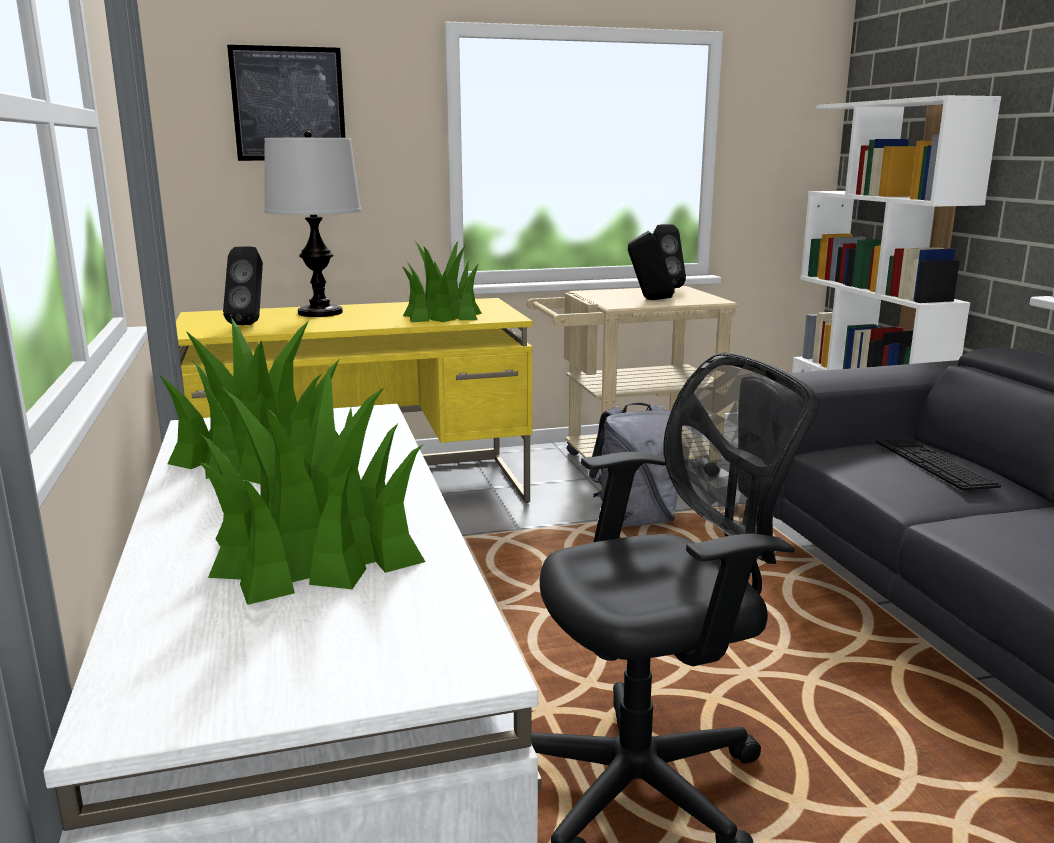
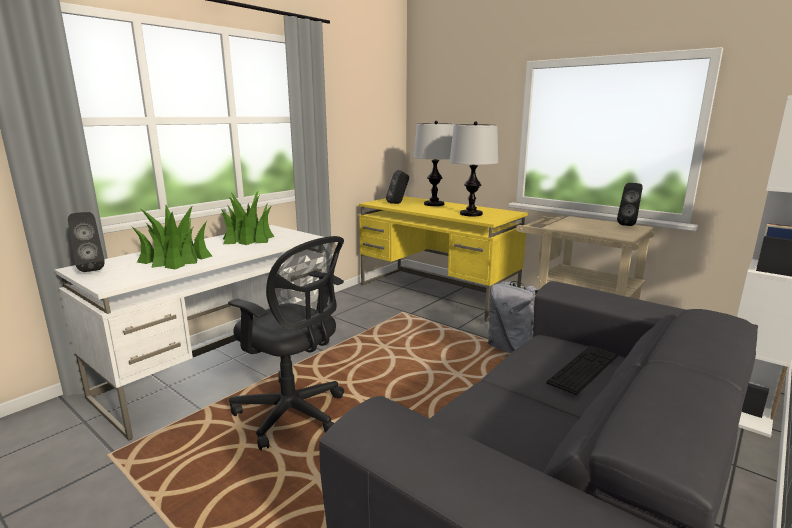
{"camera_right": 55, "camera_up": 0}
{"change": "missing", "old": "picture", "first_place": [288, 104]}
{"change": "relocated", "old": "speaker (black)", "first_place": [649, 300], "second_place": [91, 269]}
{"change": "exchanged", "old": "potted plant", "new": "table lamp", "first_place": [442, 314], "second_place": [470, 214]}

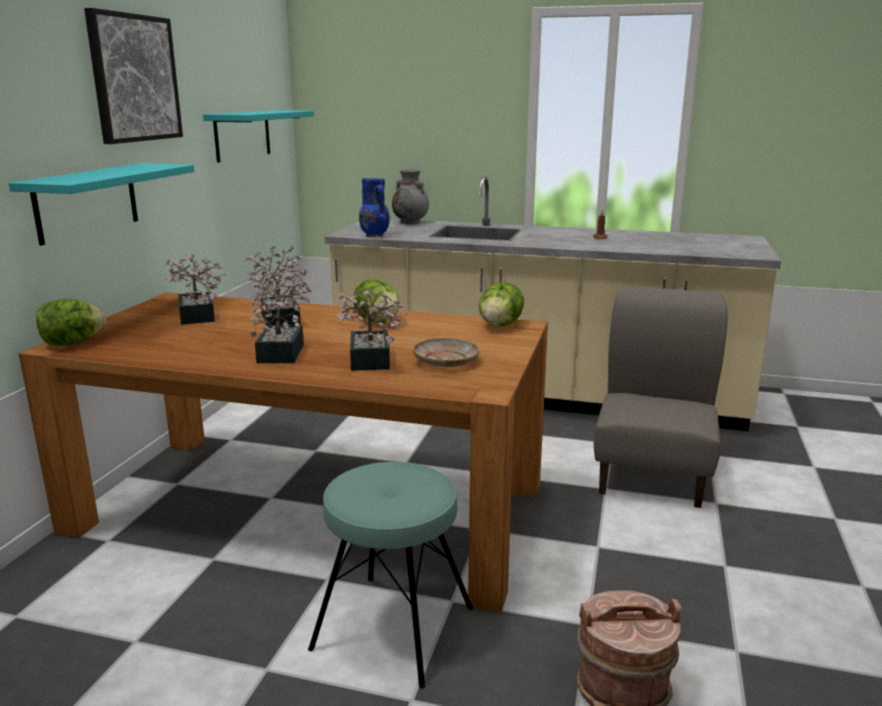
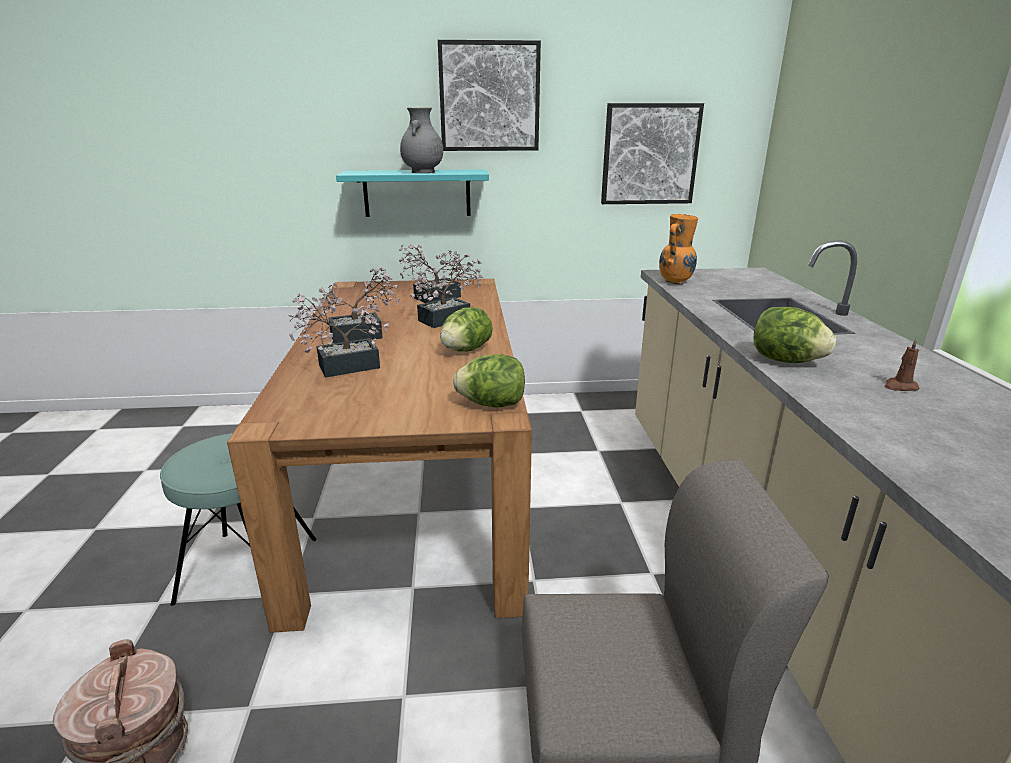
{"camera_right": 70, "camera_up": 5}
{"change": "missing", "old": "plate (beige)", "first_place": [446, 361]}
{"change": "relocated", "old": "lettuce", "first_place": [72, 343], "second_place": [785, 361]}
{"change": "relocated", "old": "vase (grey)", "first_place": [411, 222], "second_place": [423, 172]}
{"change": "exchanged", "old": "shelf (turquoise)", "new": "picture", "first_place": [242, 135], "second_place": [649, 154]}
{"change": "colour", "old": "vase (blue)", "new": "vase (orange)", "first_place": [374, 235], "second_place": [675, 282]}

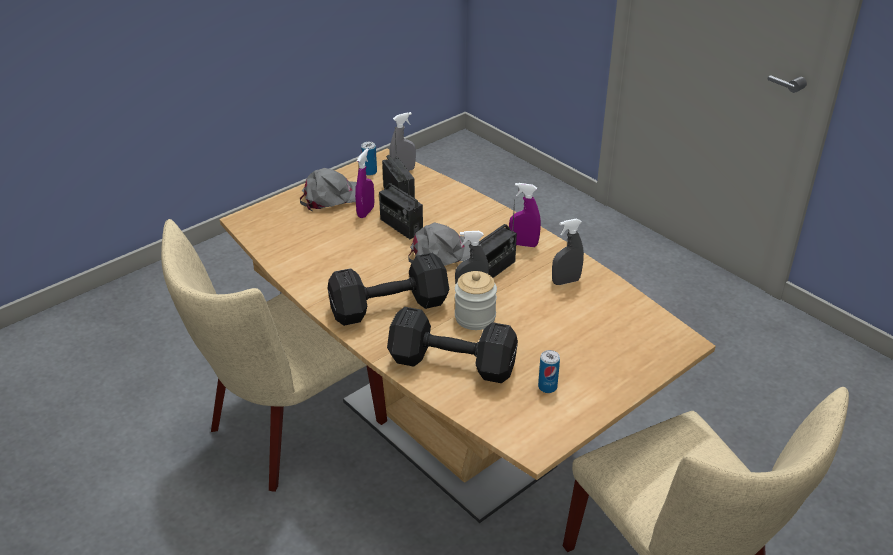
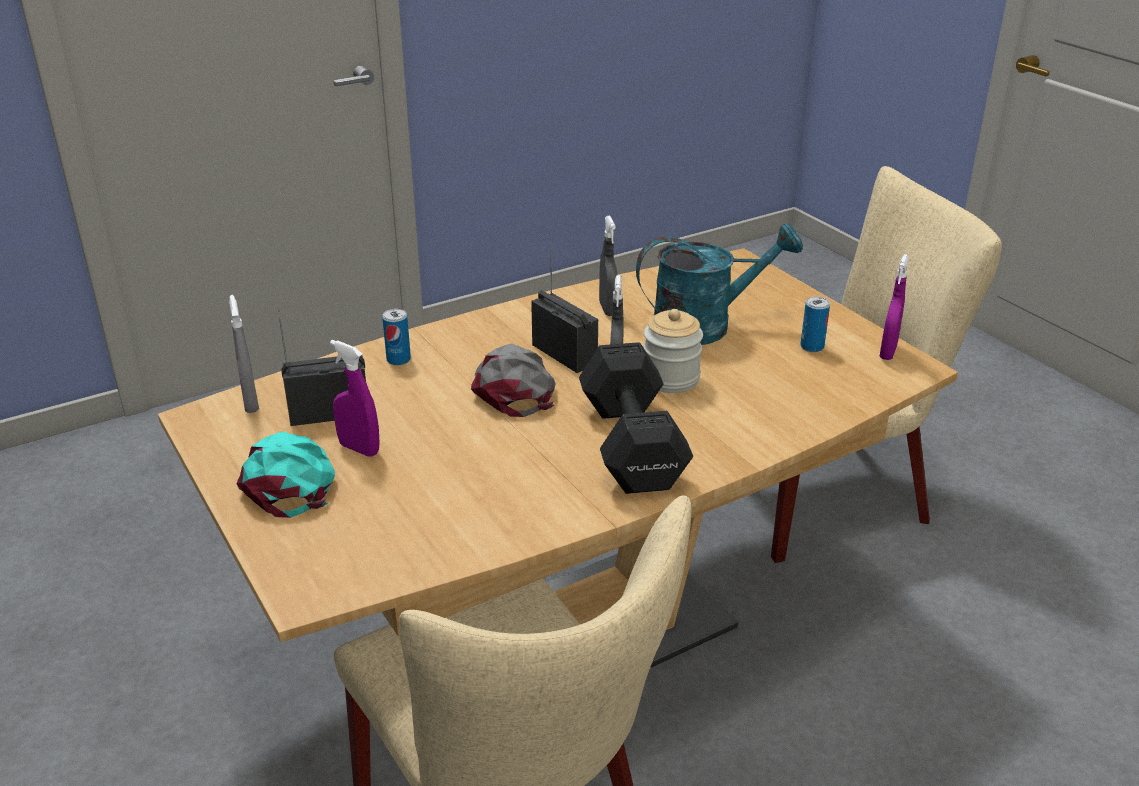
{"camera_right": -80, "camera_up": -5}
{"change": "missing", "old": "radio", "first_place": [401, 226]}
{"change": "missing", "old": "dumbbell (black)", "first_place": [455, 365]}
{"change": "appeared", "new": "watering can (turquoise)", "second_place": [705, 325]}
{"change": "relocated", "old": "can", "first_place": [369, 172], "second_place": [398, 360]}
{"change": "relocated", "old": "spray bottle (purple)", "first_place": [523, 244], "second_place": [888, 352]}
{"change": "colour", "old": "cap (grey)", "new": "cap (turquoise)", "first_place": [333, 197], "second_place": [289, 480]}

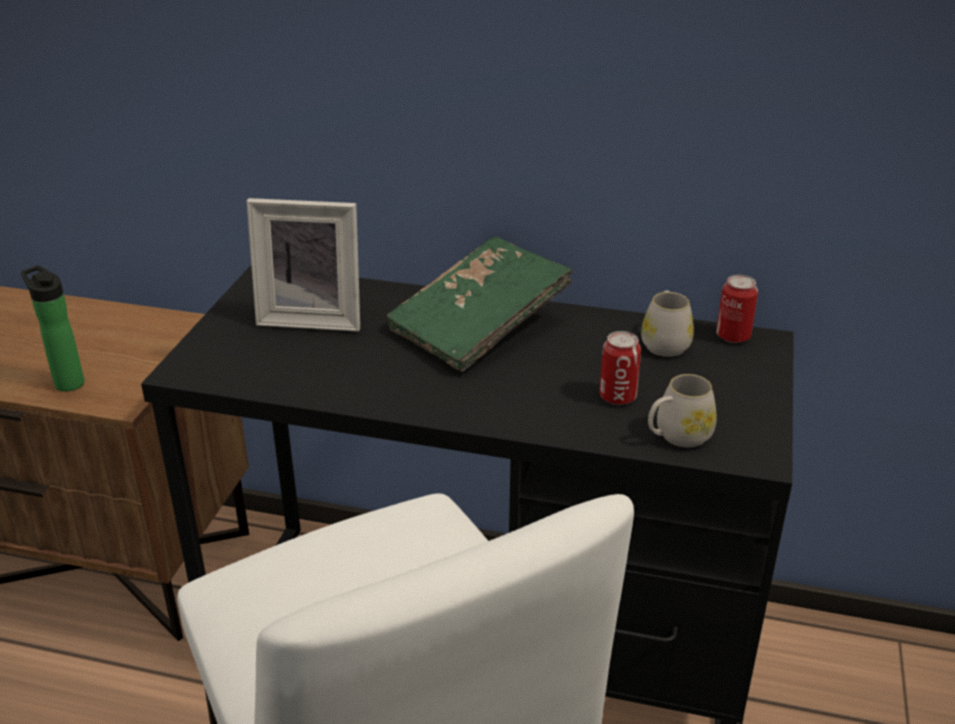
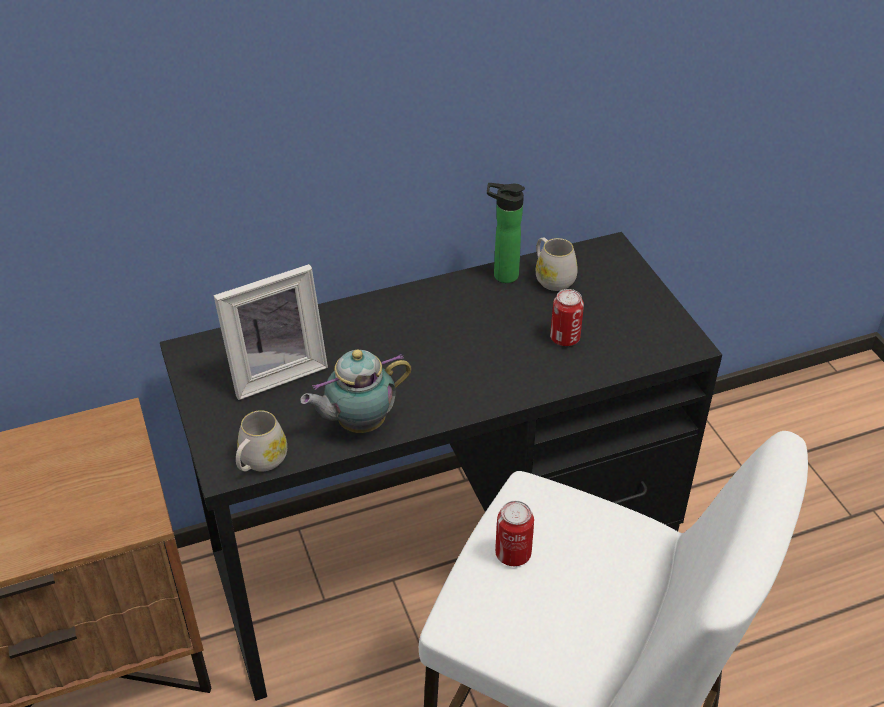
{"camera_right": -35, "camera_up": 10}
{"change": "missing", "old": "book (green)", "first_place": [479, 326]}
{"change": "appeared", "new": "teapot", "second_place": [358, 424]}
{"change": "relocated", "old": "bottle", "first_place": [67, 382], "second_place": [501, 275]}
{"change": "relocated", "old": "mug (white)", "first_place": [677, 436], "second_place": [260, 462]}
{"change": "relocated", "old": "can", "first_place": [733, 336], "second_place": [513, 554]}

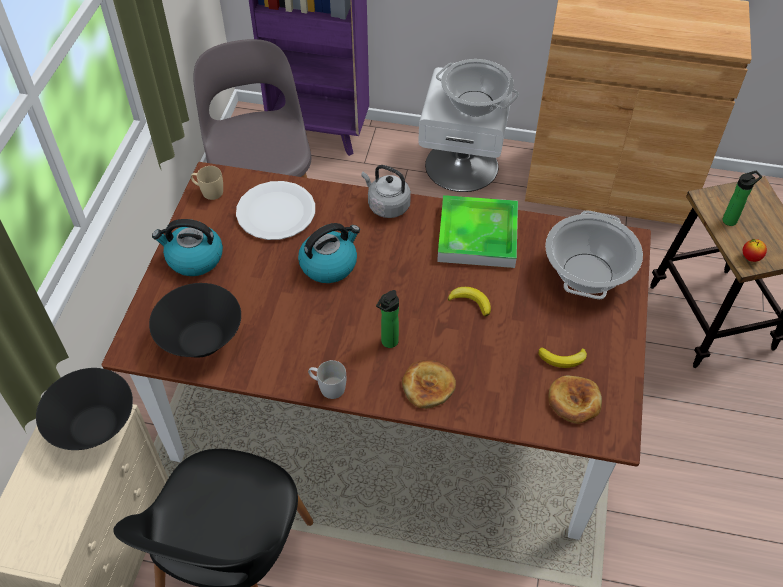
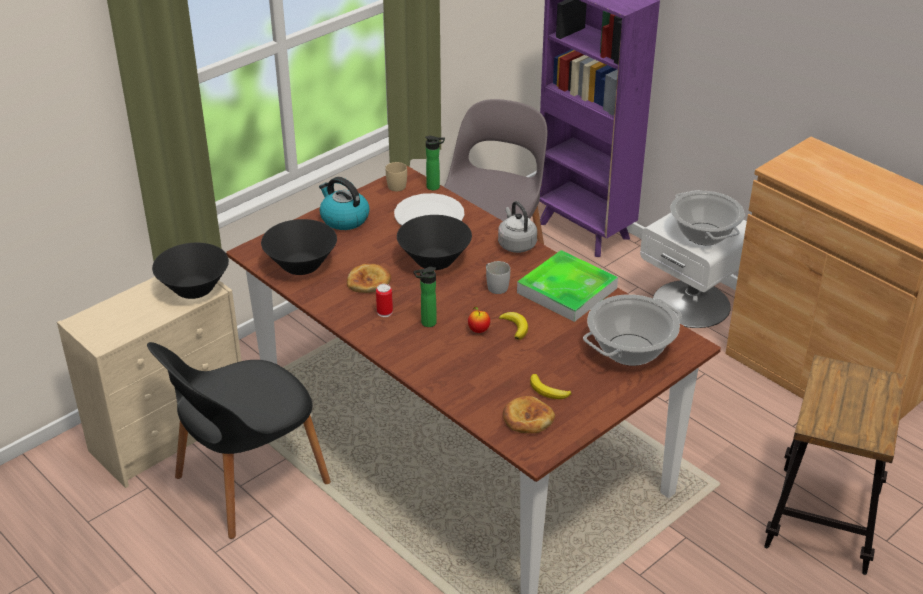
{"camera_right": 35, "camera_up": -15}
{"change": "appeared", "new": "can", "second_place": [384, 312]}
{"change": "relocated", "old": "mug (white)", "first_place": [327, 387], "second_place": [495, 286]}
{"change": "relocated", "old": "bread", "first_place": [428, 385], "second_place": [369, 281]}
{"change": "relocated", "old": "bottle", "first_place": [731, 220], "second_place": [435, 187]}
{"change": "relocated", "old": "apple", "first_place": [750, 257], "second_place": [478, 330]}
{"change": "exchanged", "old": "kettle", "new": "bowl (black)", "first_place": [329, 264], "second_place": [434, 261]}

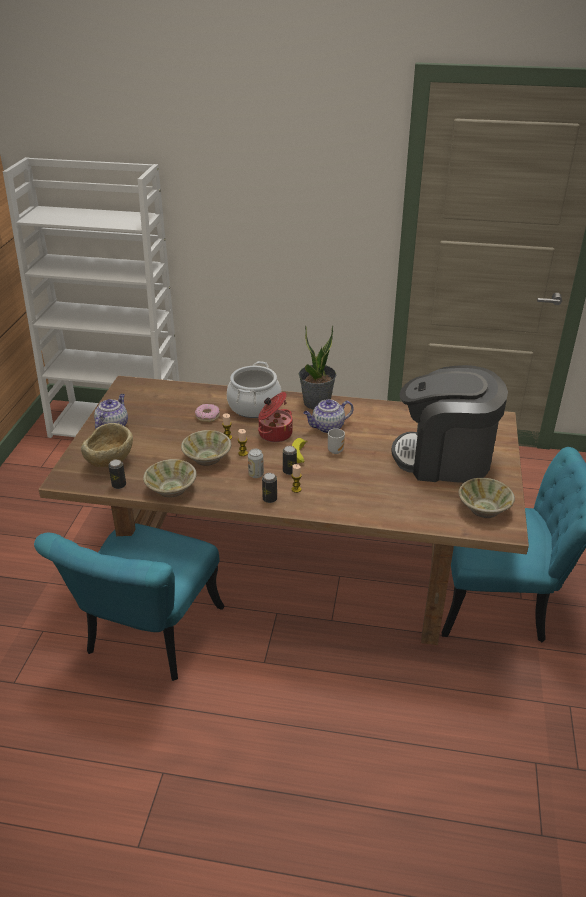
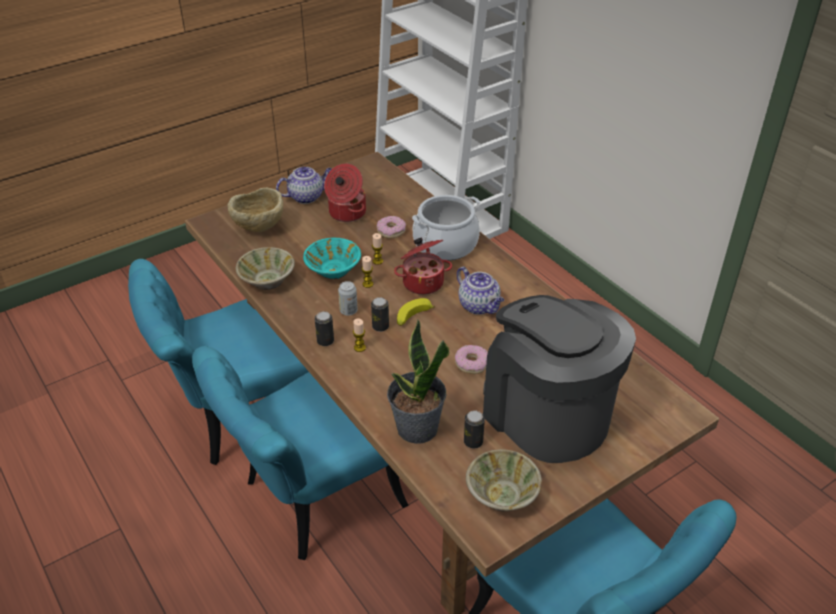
{"camera_right": 45, "camera_up": 5}
{"change": "missing", "old": "mug", "first_place": [335, 450]}
{"change": "appeared", "new": "chair (turquoise)", "second_place": [309, 500]}
{"change": "appeared", "new": "cooking pot", "second_place": [346, 213]}
{"change": "appeared", "new": "donut", "second_place": [472, 363]}
{"change": "relocated", "old": "can", "first_place": [119, 485], "second_place": [473, 442]}
{"change": "relocated", "old": "potted plant", "first_place": [317, 402], "second_place": [416, 428]}
{"change": "colour", "old": "bowl (beige)", "new": "bowl (turquoise)", "first_place": [207, 458], "second_place": [333, 270]}
{"change": "spun", "old": "teapot", "first_place": [327, 427], "second_place": [479, 306], "degrees": -150}

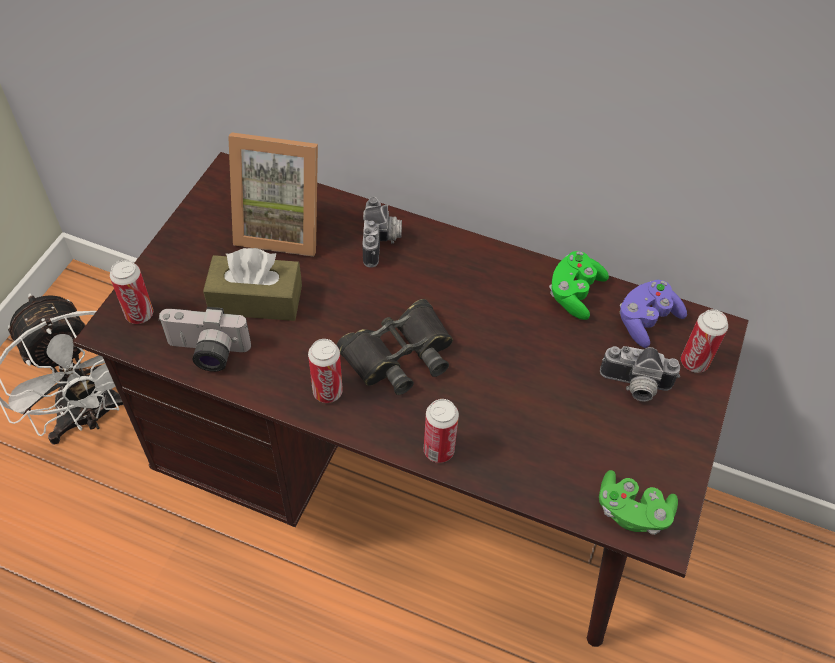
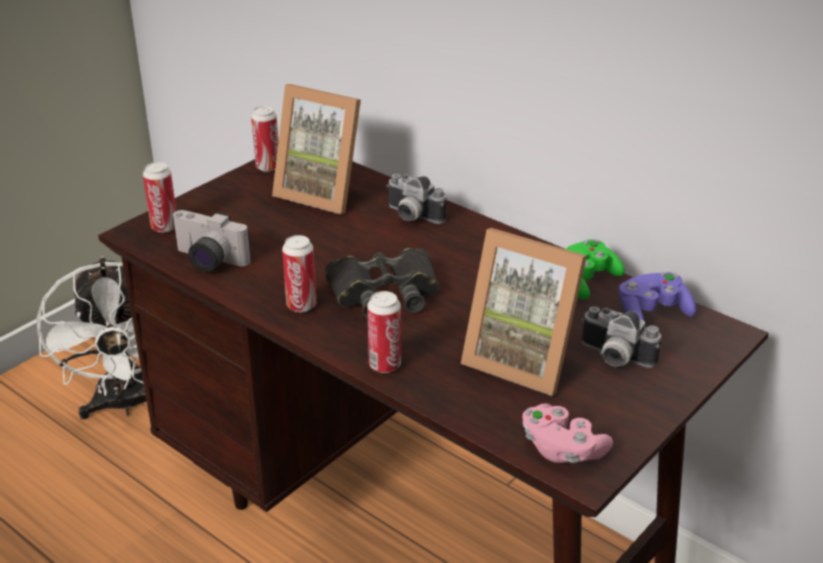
{"camera_right": 20, "camera_up": -20}
{"change": "missing", "old": "tissue box (brown)", "first_place": [256, 299]}
{"change": "appeared", "new": "picture frame", "second_place": [523, 359]}
{"change": "relocated", "old": "can", "first_place": [694, 362], "second_place": [268, 167]}
{"change": "colour", "old": "game controller (green)", "new": "game controller (pink)", "first_place": [632, 511], "second_place": [562, 449]}
{"change": "spun", "old": "photo camera", "first_place": [382, 242], "second_place": [411, 216], "degrees": 105}

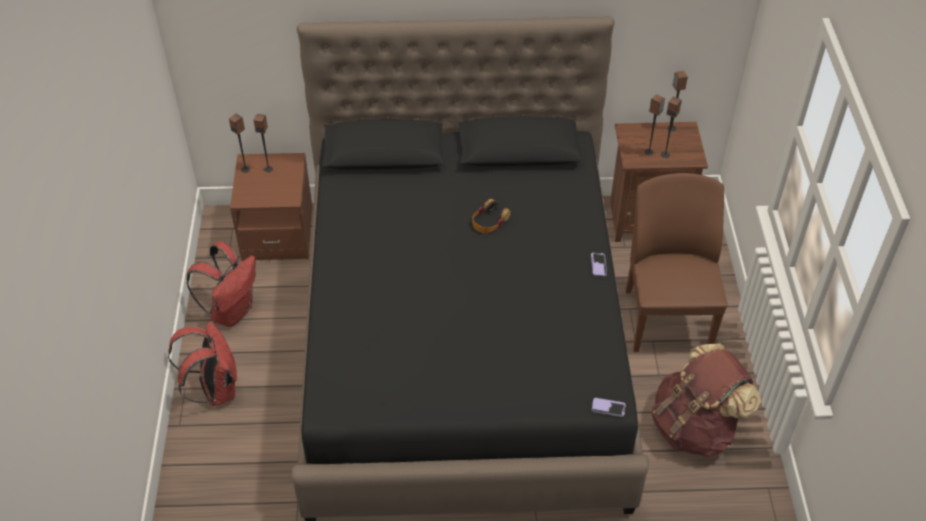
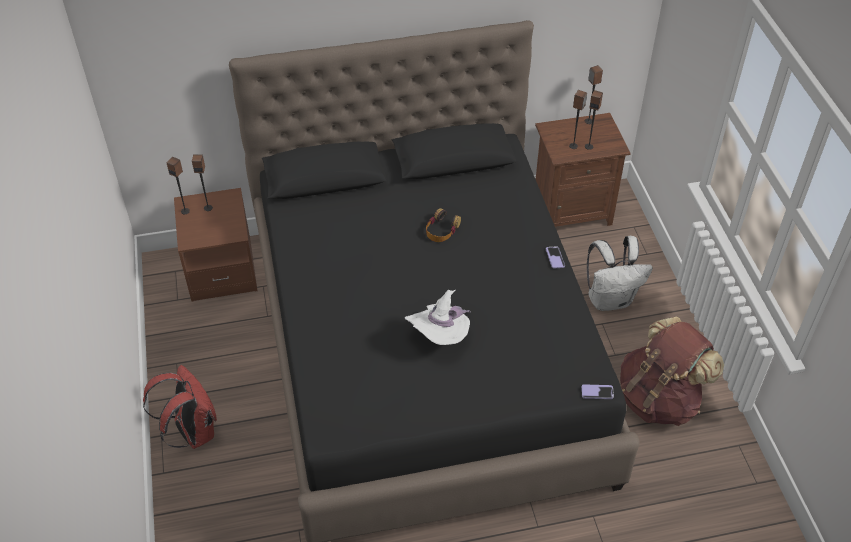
{"camera_right": -10, "camera_up": 0}
{"change": "missing", "old": "backpack (red)", "first_place": [232, 311]}
{"change": "appeared", "new": "hat (white)", "second_place": [441, 337]}
{"change": "exchanged", "old": "chair (brown)", "new": "backpack (white)", "first_place": [667, 317], "second_place": [610, 299]}

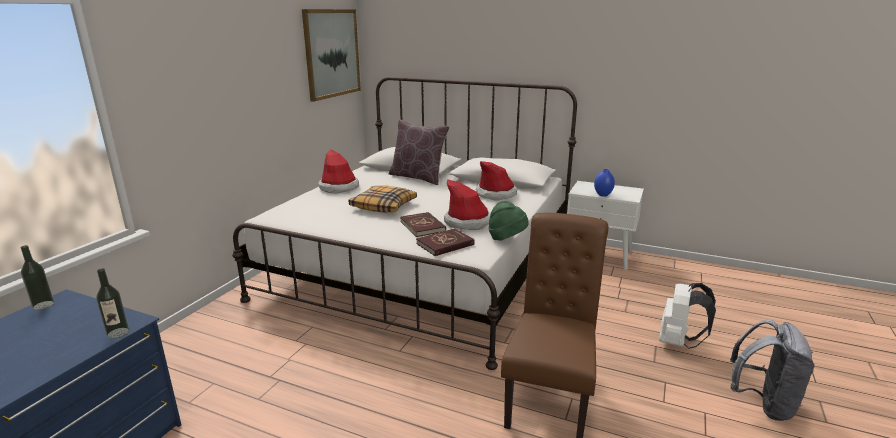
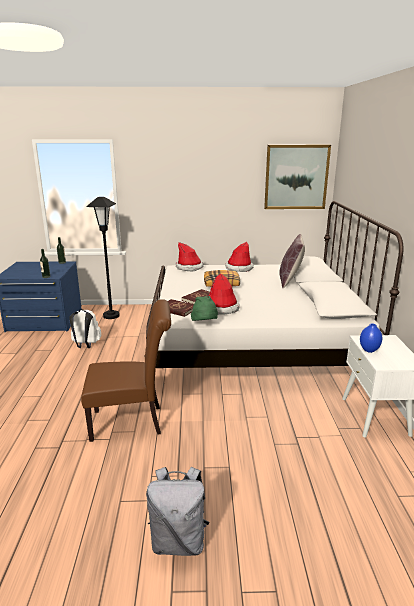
{"camera_right": 65, "camera_up": 0}
{"change": "appeared", "new": "floor lamp (black)", "second_place": [111, 315]}
{"change": "relocated", "old": "hat", "first_place": [496, 194], "second_place": [189, 267]}
{"change": "relocated", "old": "backpack (white)", "first_place": [678, 342], "second_place": [86, 345]}

